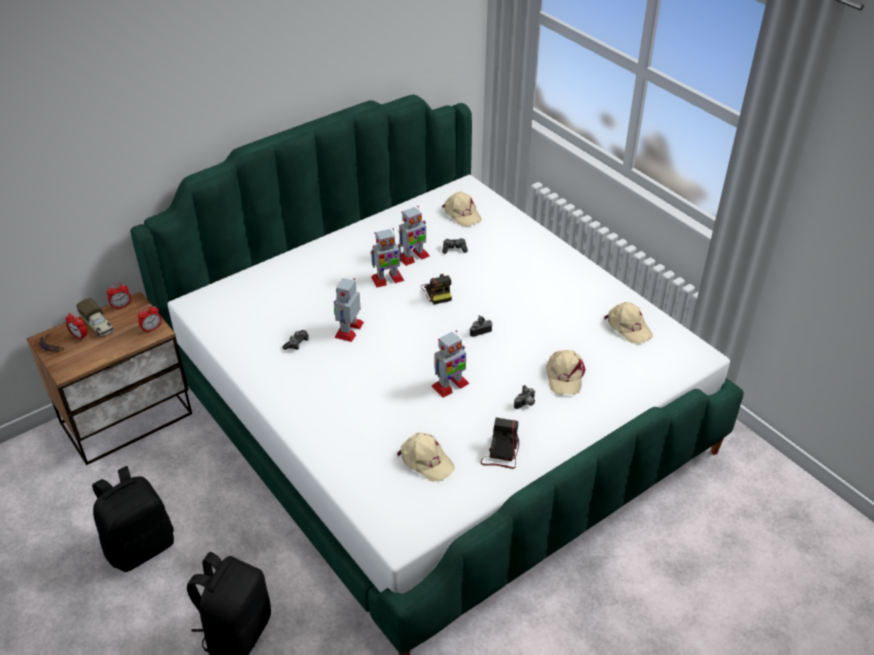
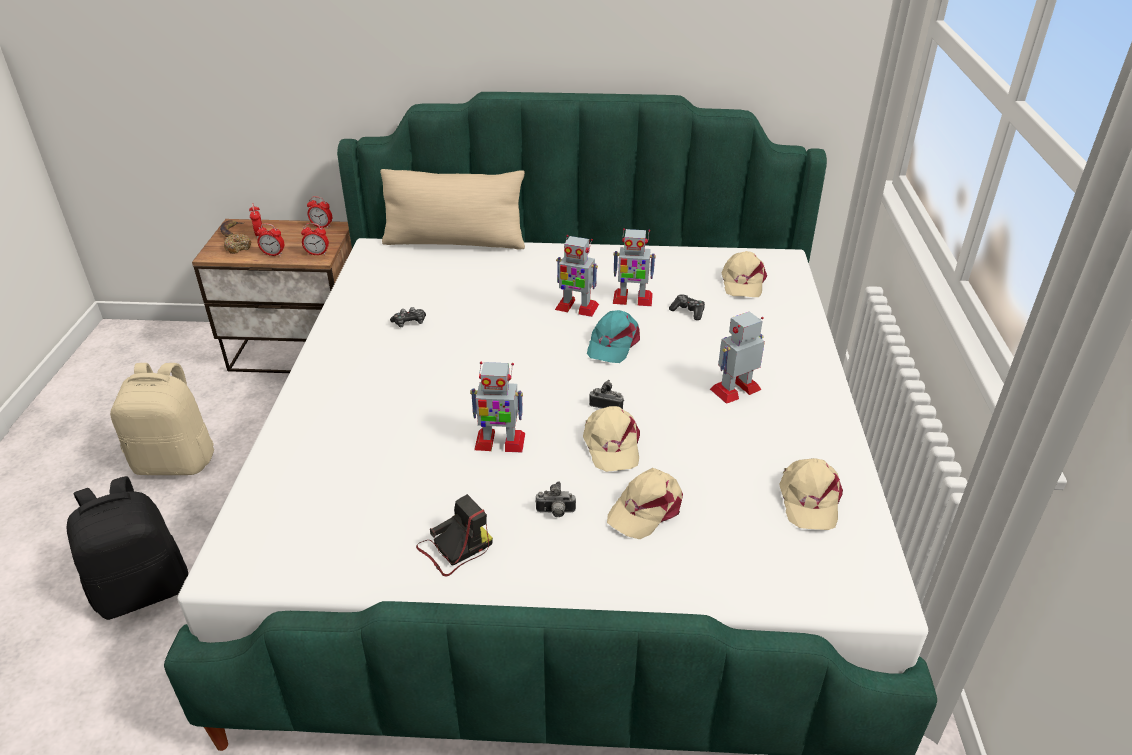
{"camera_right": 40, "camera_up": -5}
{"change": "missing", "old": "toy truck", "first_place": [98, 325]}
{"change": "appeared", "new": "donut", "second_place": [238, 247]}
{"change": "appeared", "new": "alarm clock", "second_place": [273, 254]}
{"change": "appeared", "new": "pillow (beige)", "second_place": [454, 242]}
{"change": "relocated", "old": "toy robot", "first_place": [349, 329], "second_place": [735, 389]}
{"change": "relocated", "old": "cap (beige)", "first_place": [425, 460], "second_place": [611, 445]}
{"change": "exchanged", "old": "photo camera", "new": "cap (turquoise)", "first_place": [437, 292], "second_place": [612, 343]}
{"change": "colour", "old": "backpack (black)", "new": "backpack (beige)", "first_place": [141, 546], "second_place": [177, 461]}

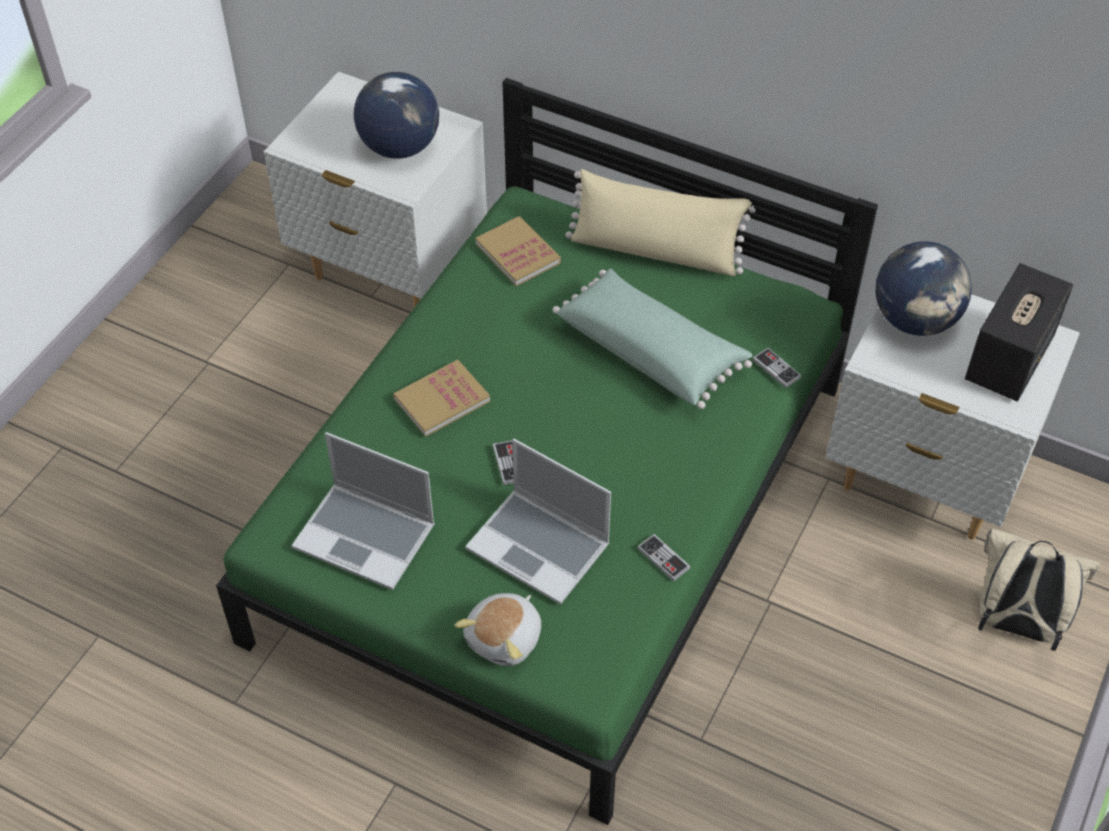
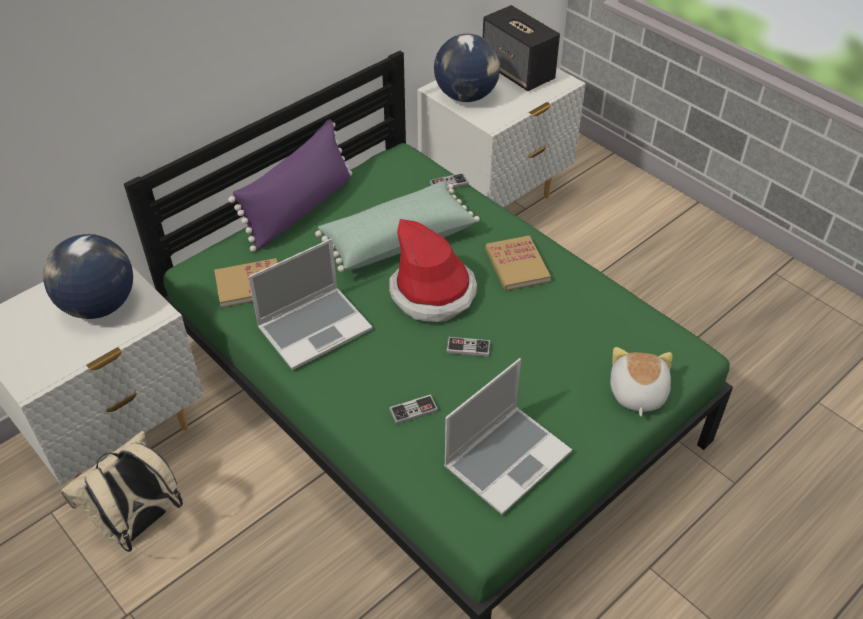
{"camera_right": -70, "camera_up": -5}
{"change": "appeared", "new": "hat", "second_place": [433, 293]}
{"change": "relocated", "old": "book", "first_place": [442, 400], "second_place": [517, 265]}
{"change": "relocated", "old": "laptop", "first_place": [540, 547], "second_place": [315, 328]}
{"change": "relocated", "old": "game controller", "first_place": [663, 558], "second_place": [413, 410]}
{"change": "relocated", "old": "backpack (beige)", "first_place": [1014, 625], "second_place": [139, 524]}
{"change": "colour", "old": "pillow (beige)", "new": "pillow (purple)", "first_place": [655, 251], "second_place": [299, 209]}
{"change": "spun", "old": "plush toy", "first_place": [505, 639], "second_place": [636, 393], "degrees": -135}

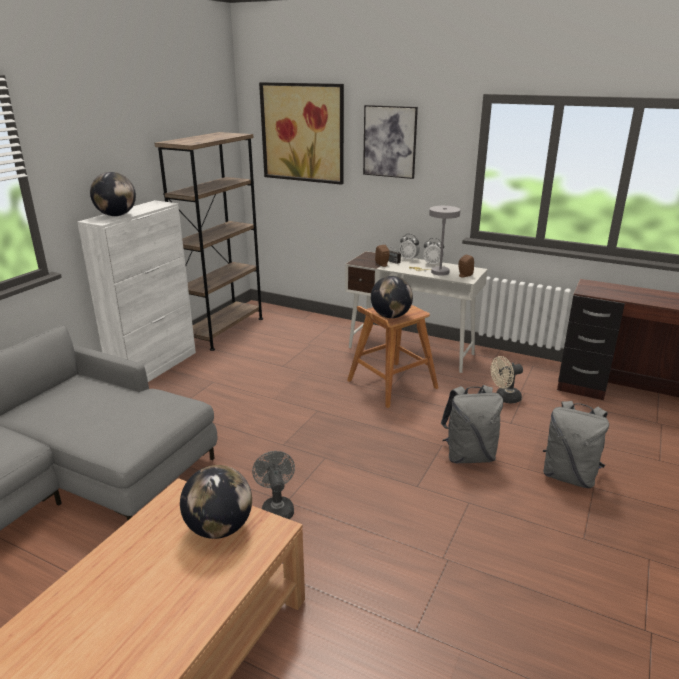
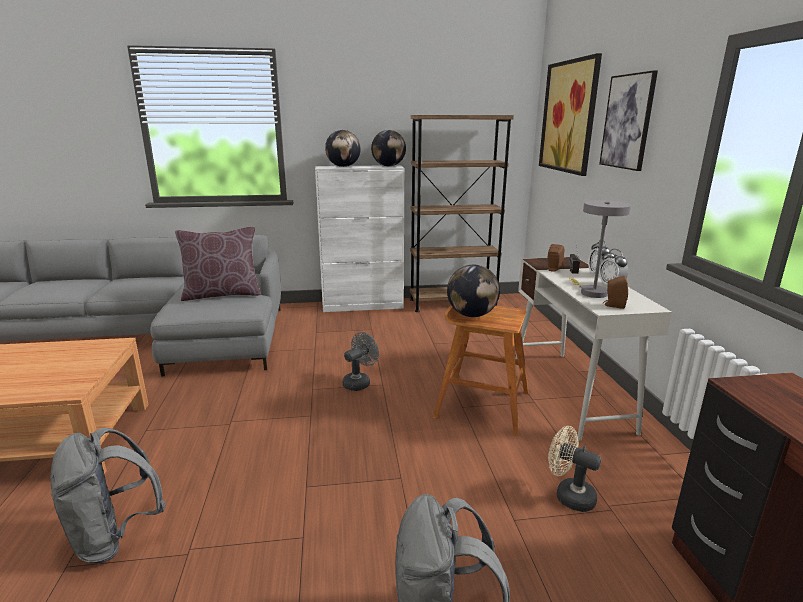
{"camera_right": 55, "camera_up": -5}
{"change": "appeared", "new": "pillow (brown)", "second_place": [222, 294]}
{"change": "relocated", "old": "globe", "first_place": [219, 528], "second_place": [388, 166]}
{"change": "relocated", "old": "fan (grey)", "first_place": [276, 508], "second_place": [359, 382]}
{"change": "relocated", "old": "backpack (grey)", "first_place": [469, 456], "second_place": [115, 537]}

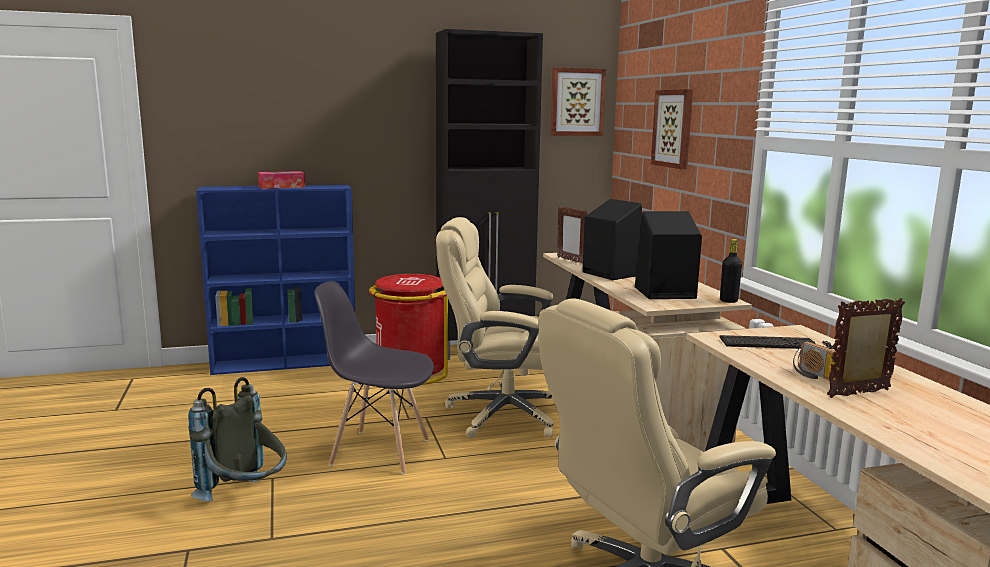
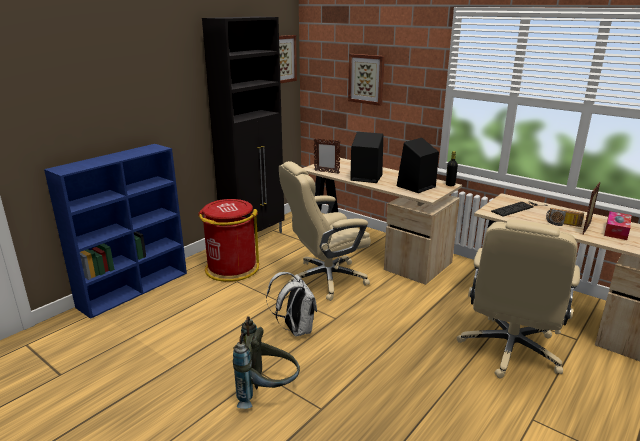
{"camera_right": -35, "camera_up": 10}
{"change": "relocated", "old": "tissue box", "first_place": [281, 187], "second_place": [616, 231]}
{"change": "exchanged", "old": "chair (grey)", "new": "backpack (white)", "first_place": [379, 451], "second_place": [295, 329]}

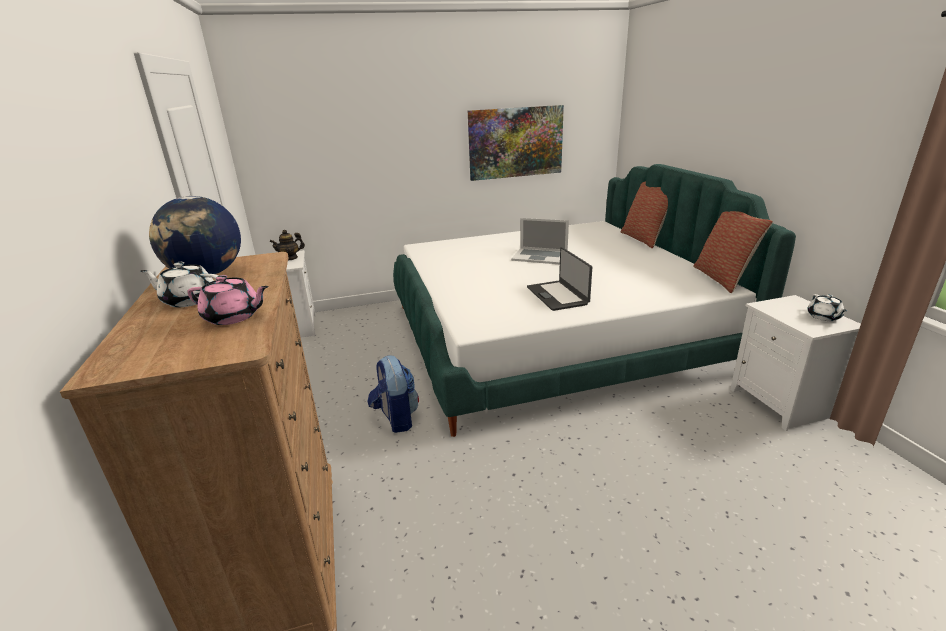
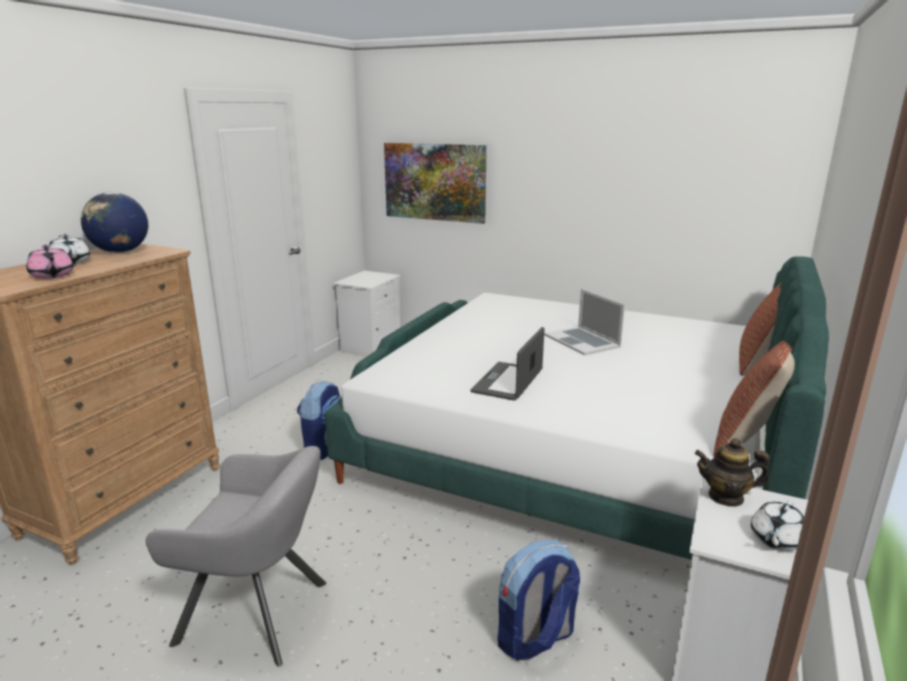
{"camera_right": 40, "camera_up": -5}
{"change": "appeared", "new": "armchair (grey)", "second_place": [259, 613]}
{"change": "appeared", "new": "backpack", "second_place": [535, 639]}
{"change": "relocated", "old": "teapot", "first_place": [290, 258], "second_place": [726, 497]}
{"change": "relocated", "old": "picture", "first_place": [515, 142], "second_place": [434, 182]}

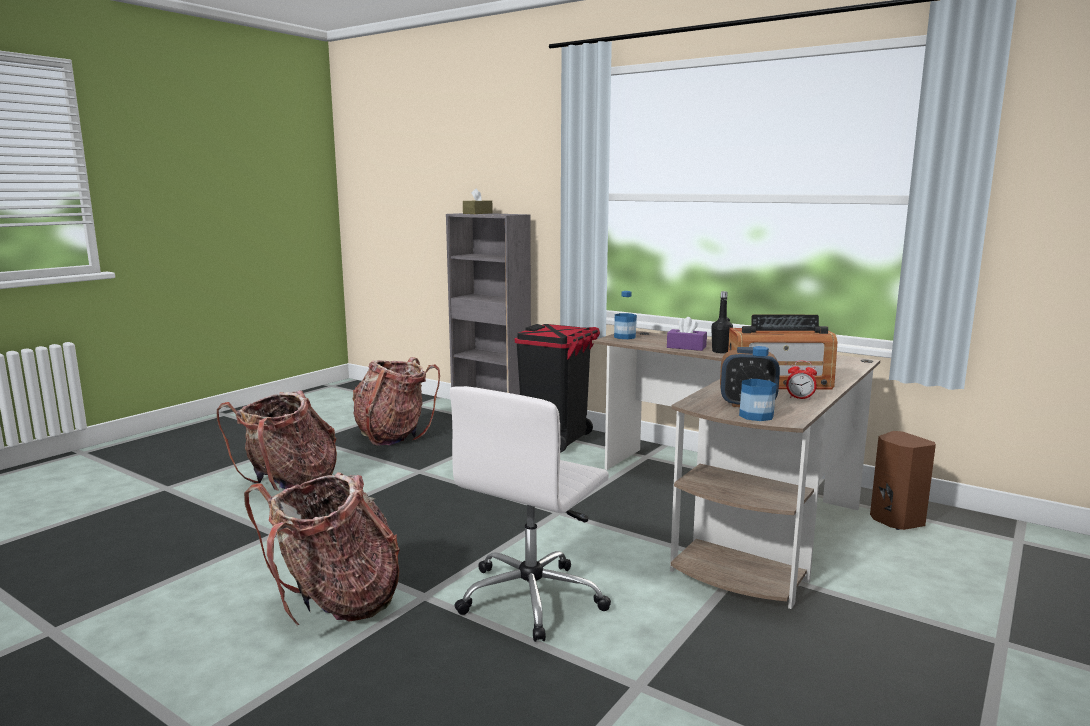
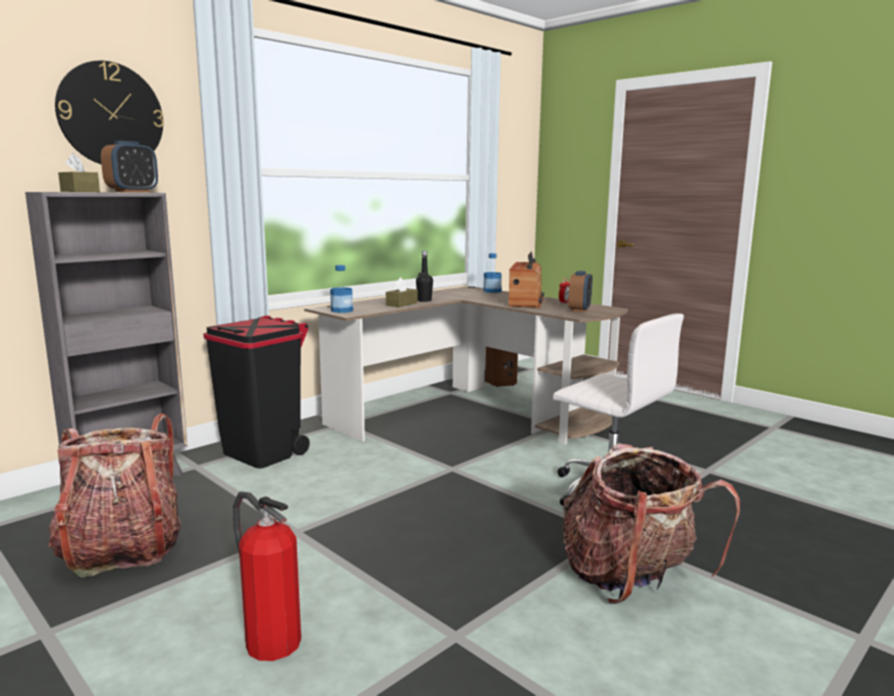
{"camera_right": -80, "camera_up": 0}
{"change": "appeared", "new": "wall clock", "second_place": [111, 115]}
{"change": "appeared", "new": "alarm clock", "second_place": [132, 192]}
{"change": "relocated", "old": "bottle", "first_place": [756, 416], "second_place": [492, 291]}
{"change": "exchanged", "old": "backpack", "new": "fire extinguisher", "first_place": [289, 484], "second_place": [269, 640]}
{"change": "colour", "old": "tissue box (purple)", "new": "tissue box (brown)", "first_place": [686, 347], "second_place": [402, 304]}

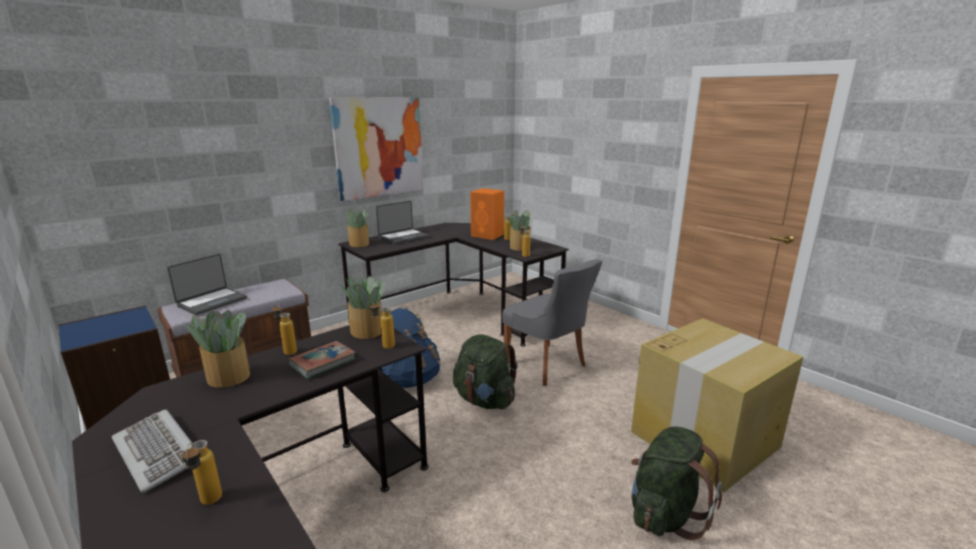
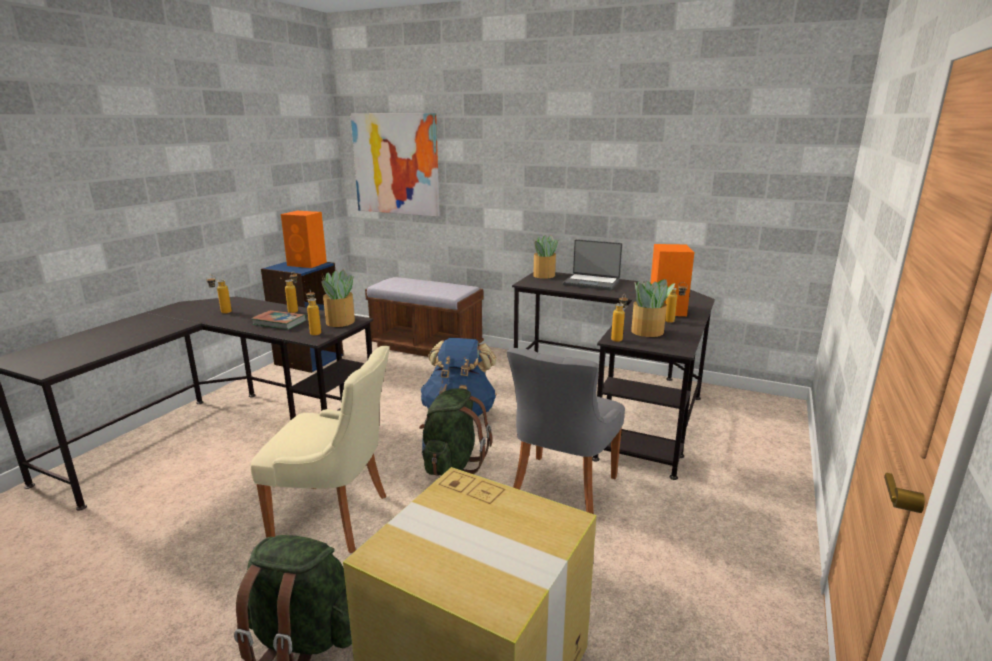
{"camera_right": 65, "camera_up": 0}
{"change": "missing", "old": "keyboard", "first_place": [158, 451]}
{"change": "missing", "old": "laptop", "first_place": [211, 302]}
{"change": "missing", "old": "potted plant", "first_place": [228, 377]}
{"change": "appeared", "new": "chair (beige)", "second_place": [335, 518]}
{"change": "appeared", "new": "speaker (orange)", "second_place": [307, 264]}
{"change": "relocated", "old": "bottle", "first_place": [208, 504], "second_place": [222, 313]}
{"change": "relocated", "old": "picture", "first_place": [379, 147], "second_place": [396, 164]}

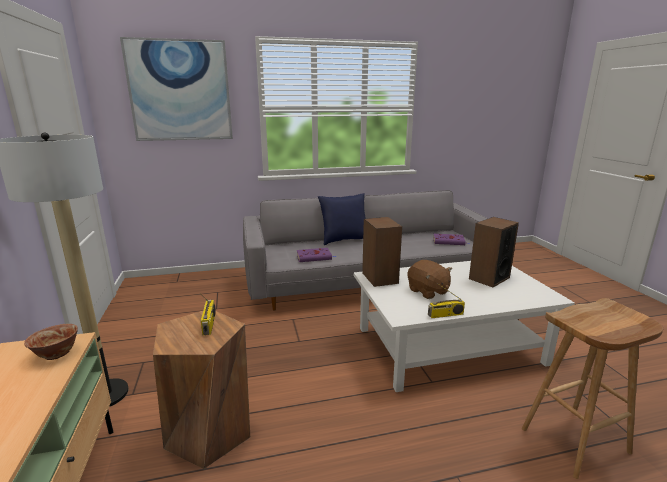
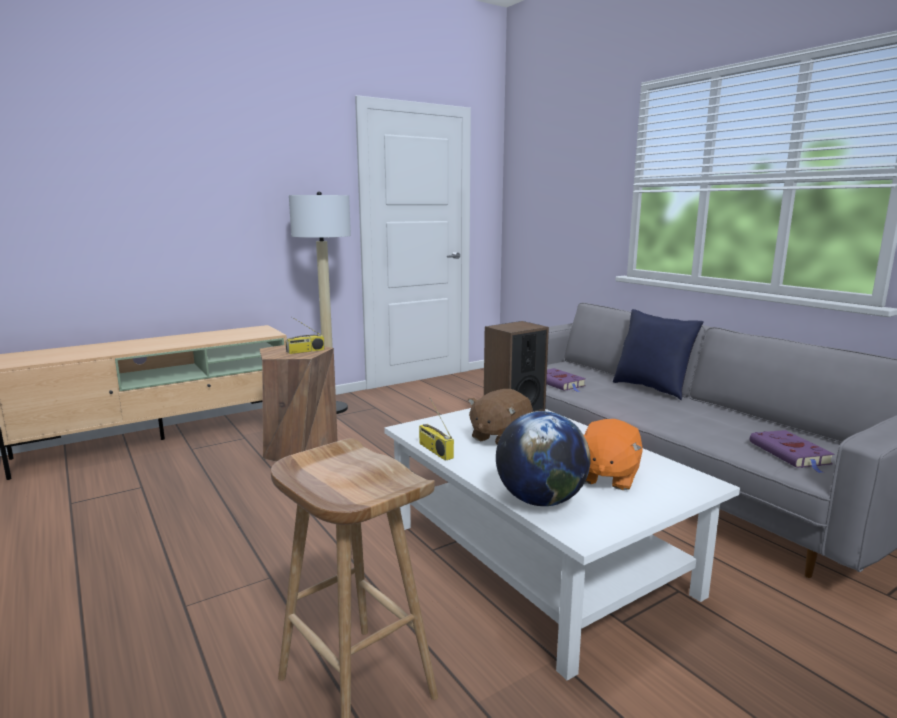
{"camera_right": 70, "camera_up": -5}
{"change": "missing", "old": "bowl", "first_place": [56, 354]}
{"change": "missing", "old": "picture", "first_place": [180, 91]}
{"change": "appeared", "new": "globe", "second_place": [540, 500]}
{"change": "exchanged", "old": "speaker", "new": "plush toy (orange)", "first_place": [489, 278], "second_place": [606, 477]}

